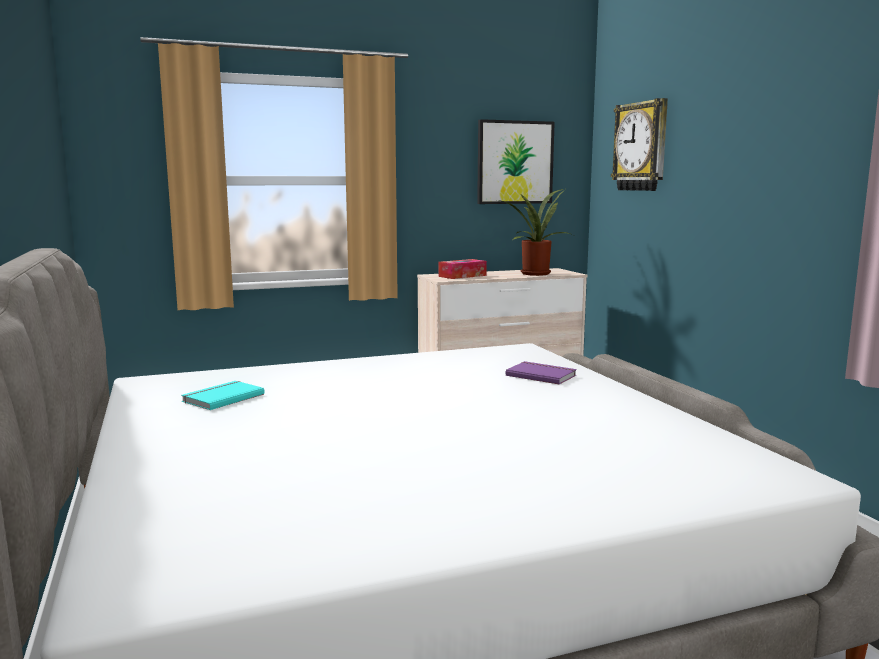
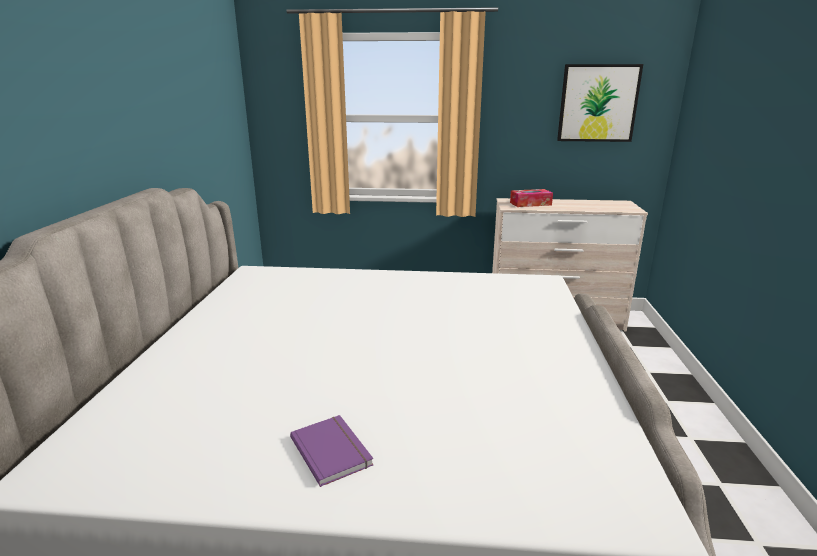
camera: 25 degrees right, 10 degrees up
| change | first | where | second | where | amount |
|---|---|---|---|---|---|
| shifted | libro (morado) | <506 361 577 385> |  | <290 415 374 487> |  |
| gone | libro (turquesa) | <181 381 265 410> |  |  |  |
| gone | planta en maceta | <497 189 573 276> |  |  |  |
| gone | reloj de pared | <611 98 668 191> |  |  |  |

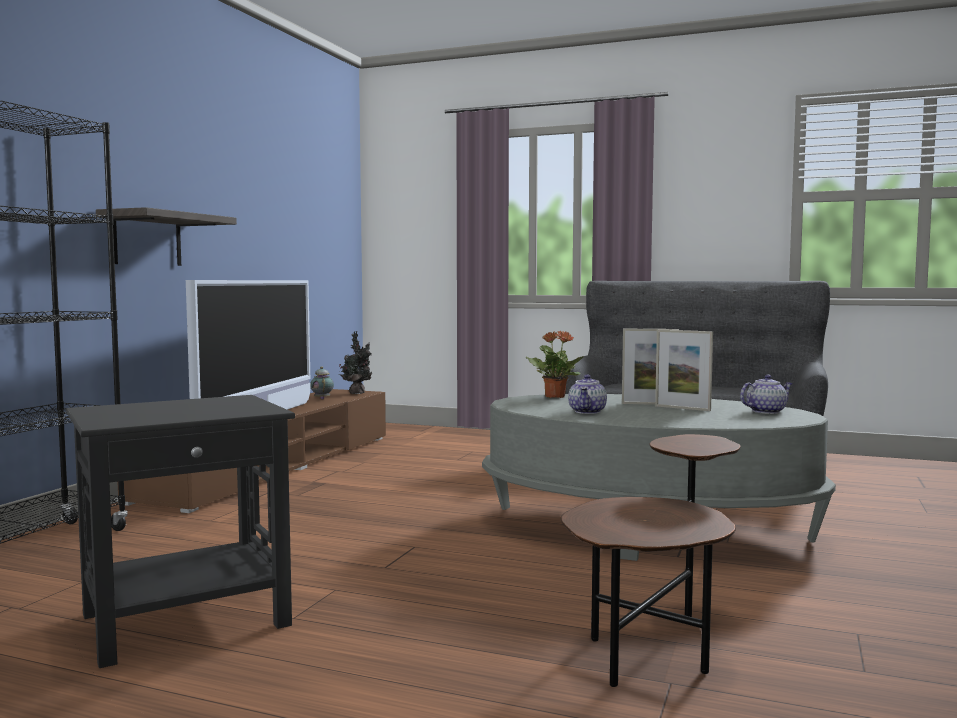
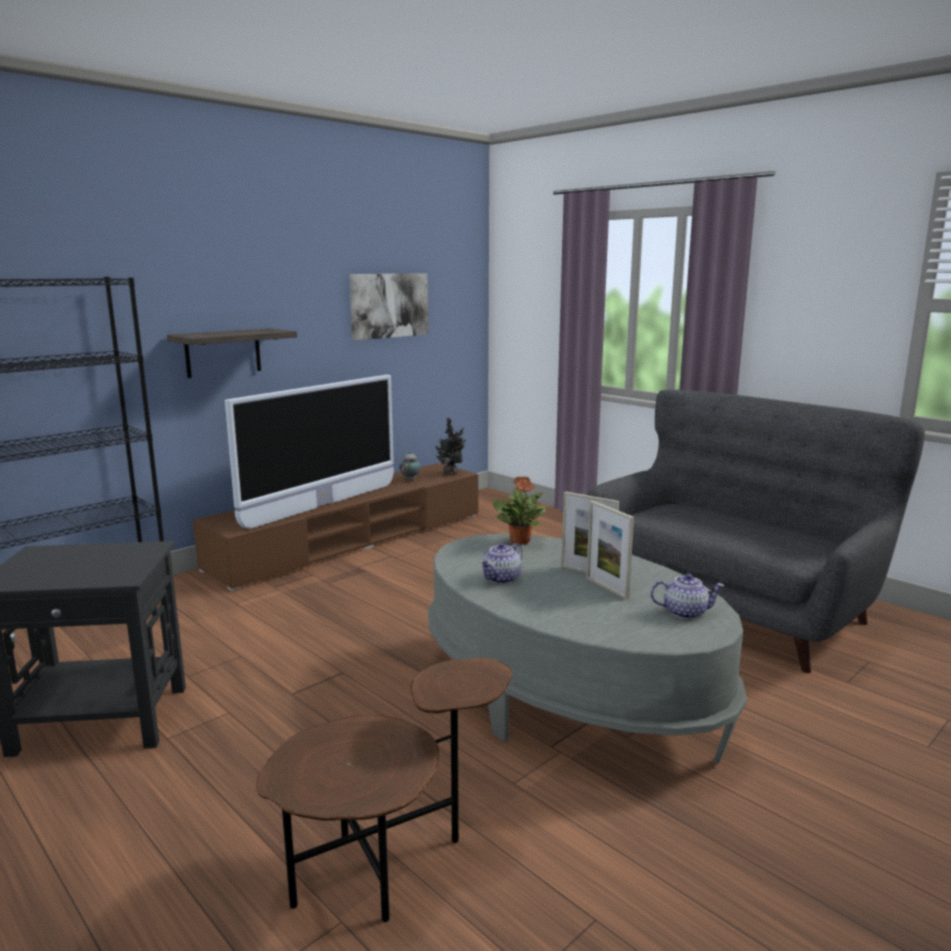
camera: 25 degrees right, 10 degrees up
| change | first | where | second | where | amount |
|---|---|---|---|---|---|
| new |  |  | cuadro | <349 273 428 340> |  |

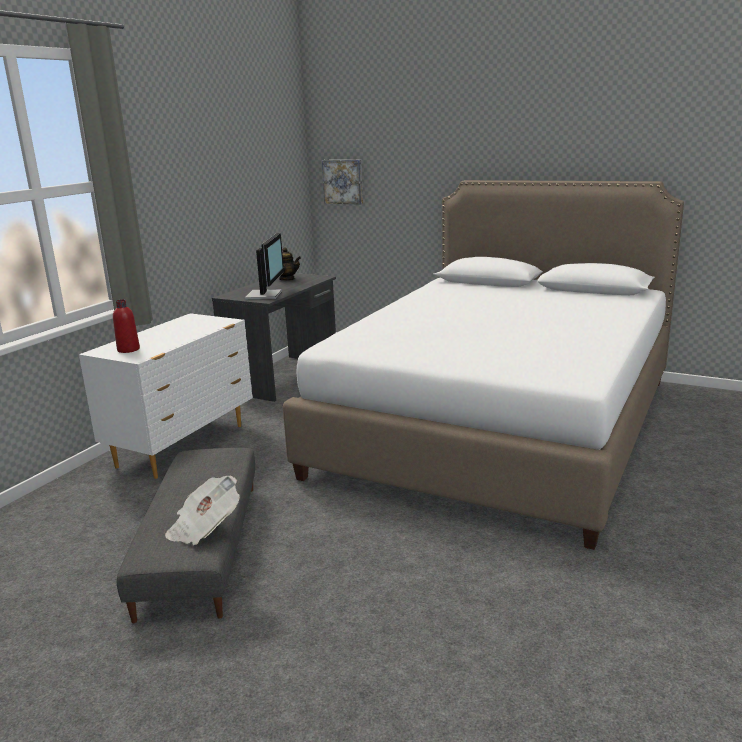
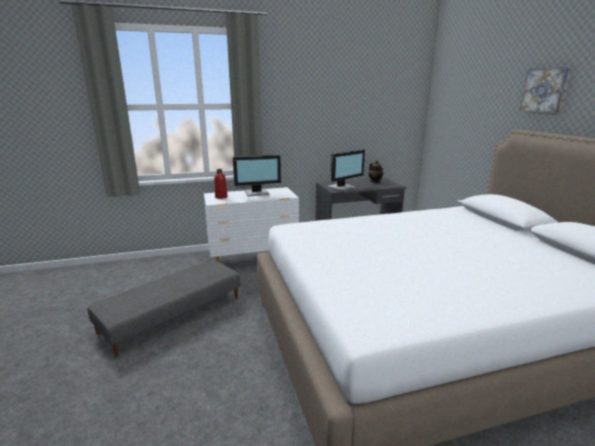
camera: 45 degrees right, 0 degrees up
| change | first | where | second | where | amount |
|---|---|---|---|---|---|
| new |  |  | monitor | <233 155 281 197> |  |
| shifted | cuadro | <322 160 363 205> |  | <520 66 572 115> |  |
| gone | periódico | <165 476 240 545> |  |  |  |

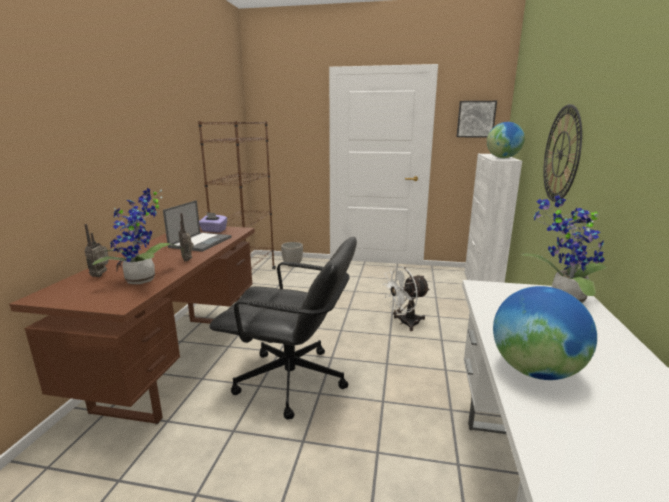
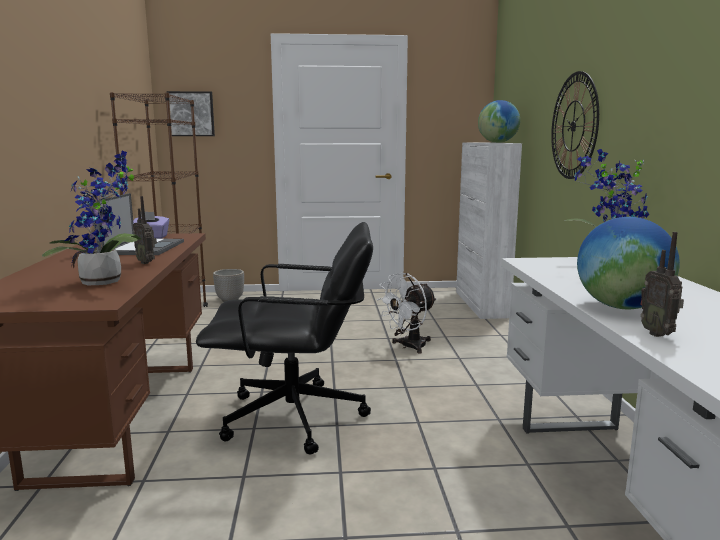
camera: 15 degrees left, 5 degrees down
| change | first | where | second | where | amount |
|---|---|---|---|---|---|
| shifted | cuadro | <457 101 497 138> |  | <167 91 215 136> |  |
| shifted | radio | <84 224 109 277> |  | <640 232 684 337> |  |

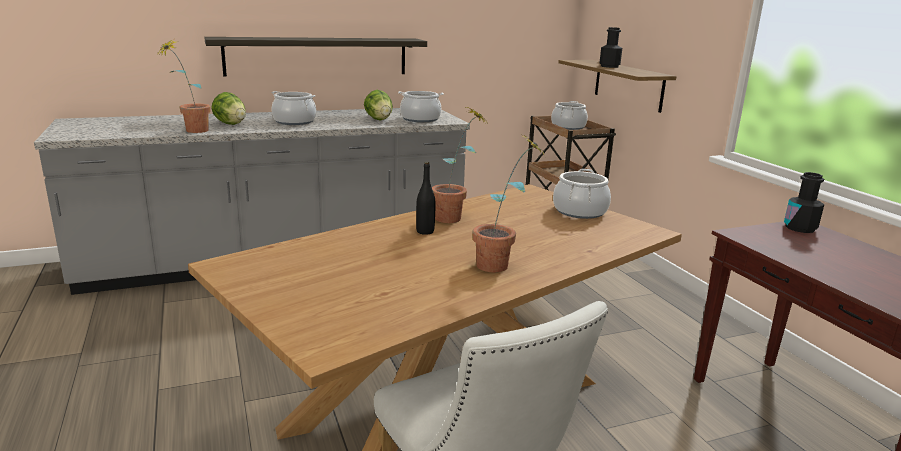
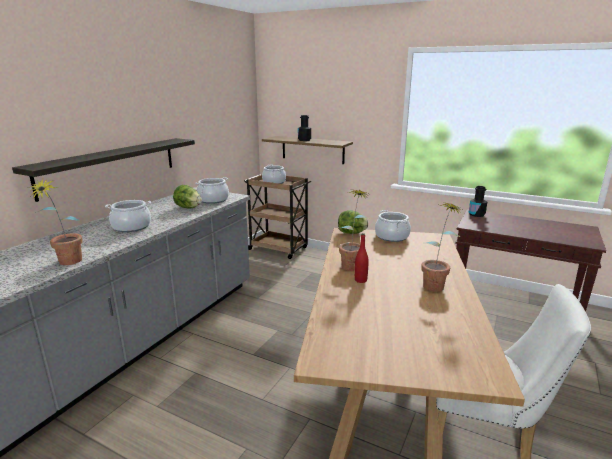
camera: 40 degrees left, 0 degrees up
| change | first | where | second | where | amount |
|---|---|---|---|---|---|
| shifted | lechuga | <211 92 246 125> |  | <338 210 368 234> |  |
| repainted | botella (negro) | <416 162 435 235> | botella (rojo) | <355 233 369 283> |  |

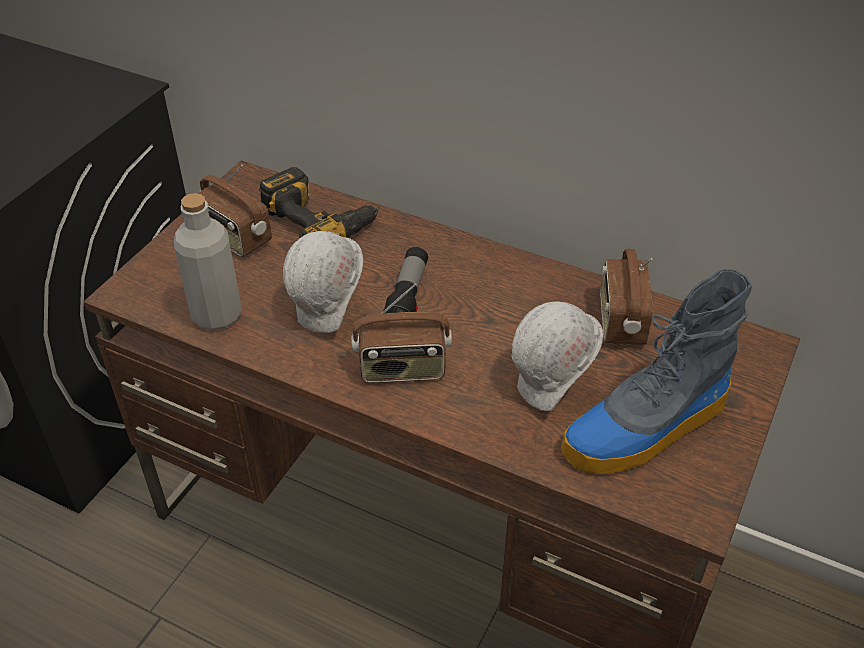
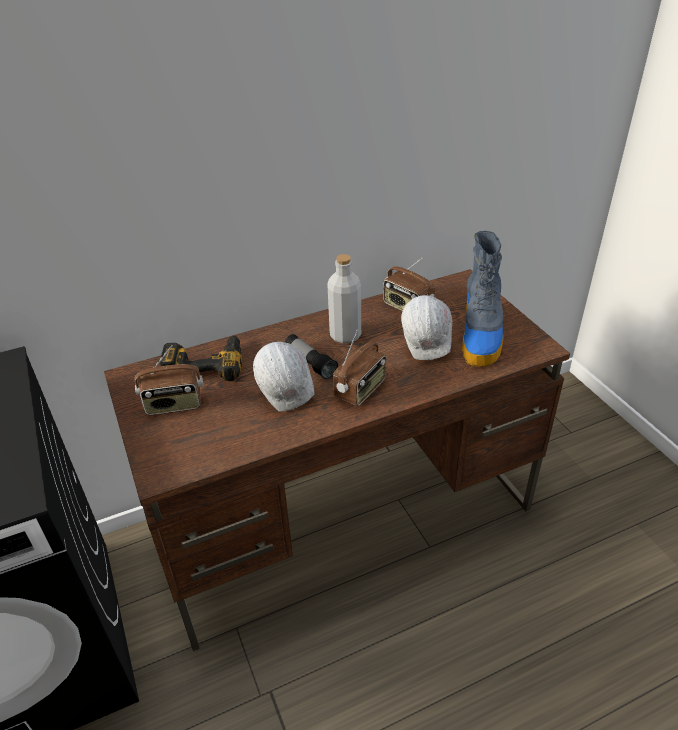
camera: 50 degrees left, 5 degrees down
| change | first | where | second | where | amount |
|---|---|---|---|---|---|
| shifted | botella (gris) | <174 193 242 330> |  | <327 254 361 344> |  |

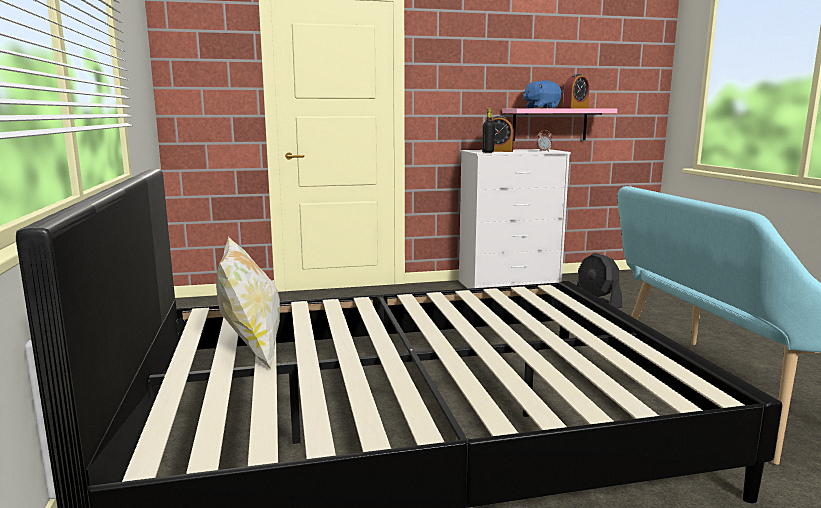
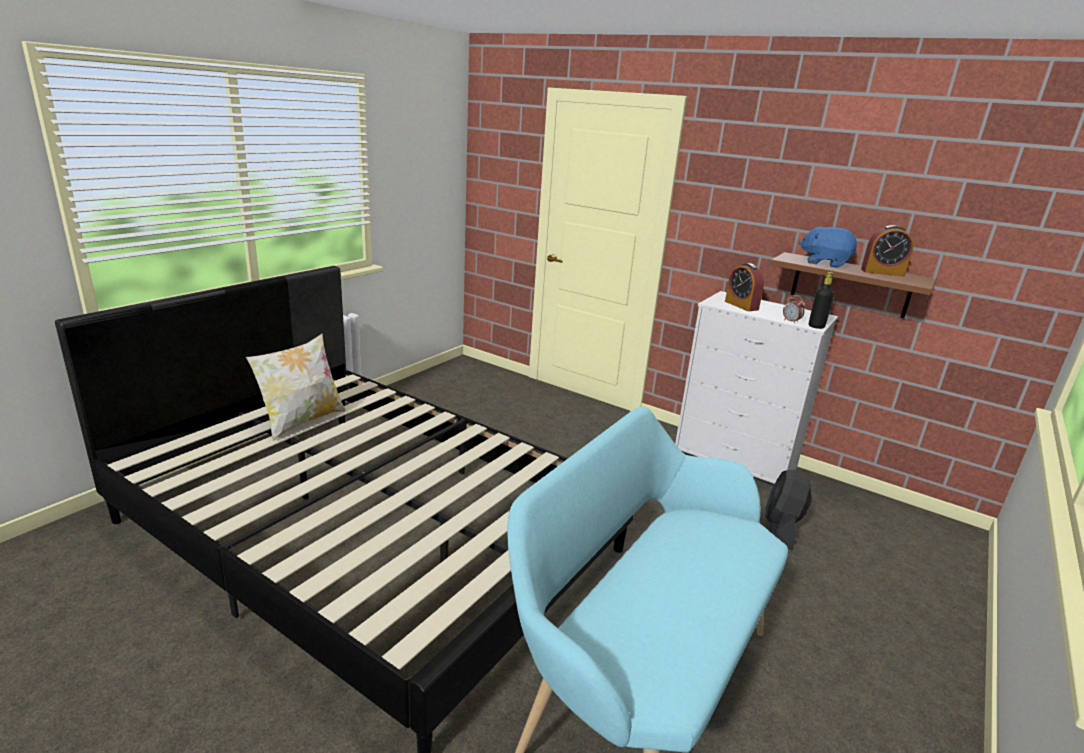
camera: 45 degrees right, 10 degrees up
| change | first | where | second | where | amount |
|---|---|---|---|---|---|
| repainted | estante (rosa) | <502 108 617 141> | estante (marrón) | <770 252 936 318> |  |
| shifted | botella (negro) | <482 108 495 153> |  | <809 272 834 329> |  |

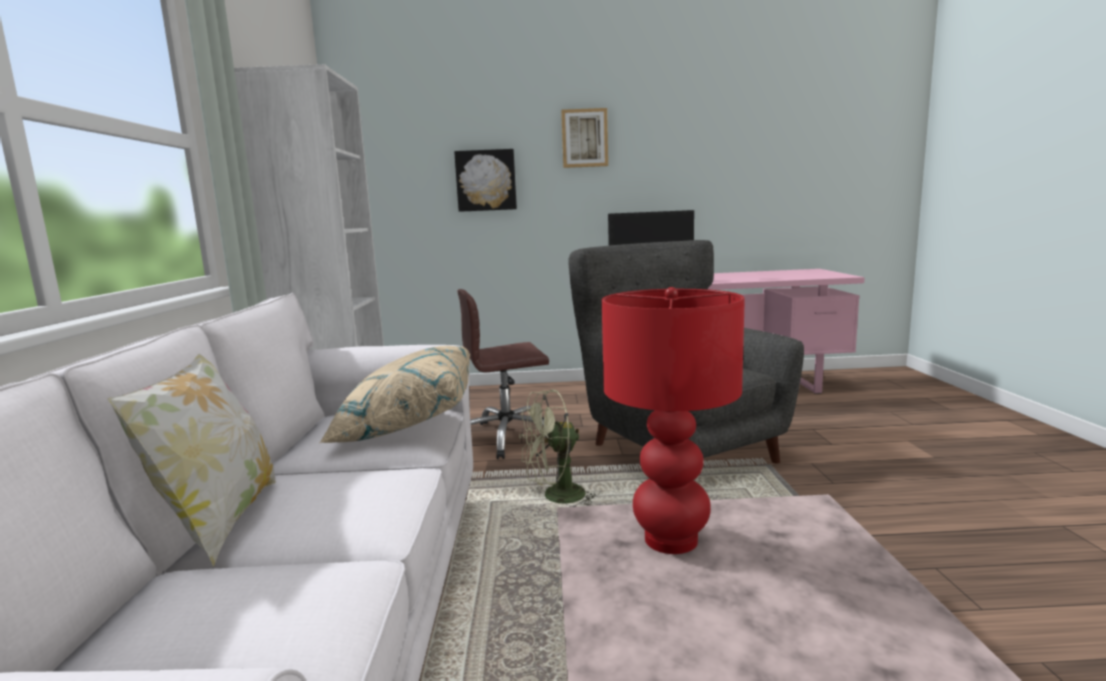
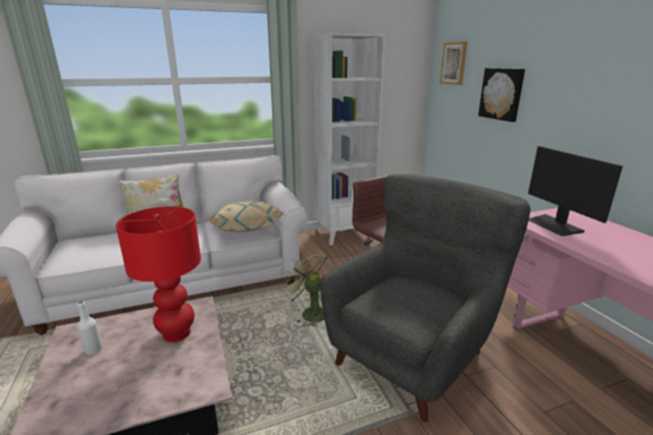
camera: 70 degrees right, 10 degrees up
| change | first | where | second | where | amount |
|---|---|---|---|---|---|
| new |  |  | botella (blanco) | <77 301 103 355> |  |
| shifted | cuadro | <561 108 608 168> |  | <440 42 467 85> |  |

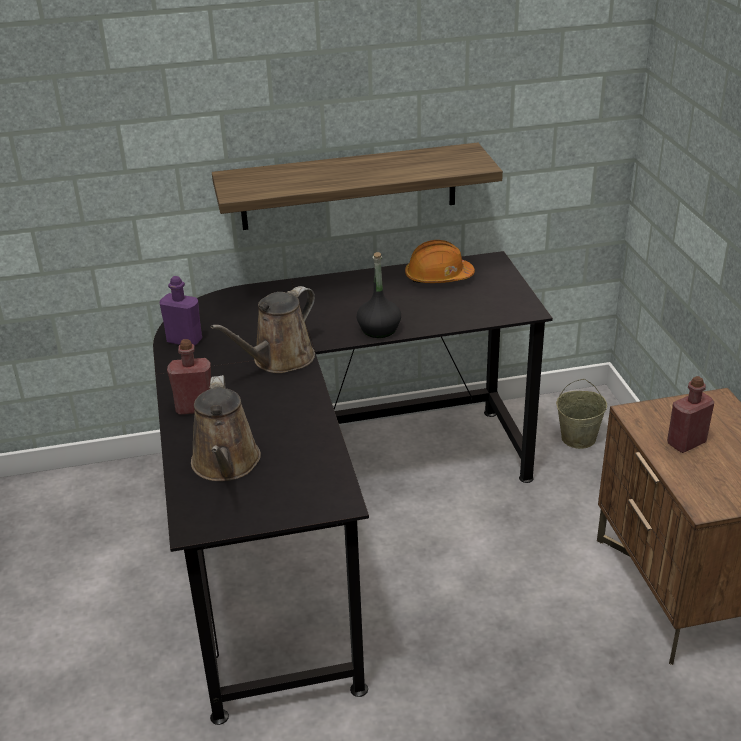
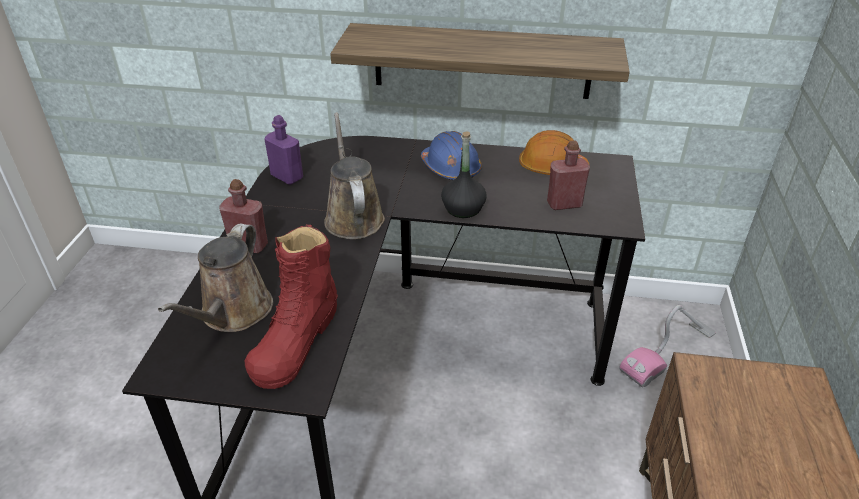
camera: 20 degrees right, 5 degrees up
| change | first | where | second | where | amount |
|---|---|---|---|---|---|
| new |  |  | bota (rojo) | <245 224 338 389> |  |
| rotated | regadera (marrón) | <211 286 315 373> |  | <324 112 385 239> | 105 degrees clockwise |
| new |  |  | casco (azul) | <421 131 482 180> |  |
| shifted | botella (rojo) | <667 376 714 453> |  | <547 140 590 210> |  |
| swapped | cubo (beis) | <556 379 607 449> | aspiradora | <619 305 716 387> |  |

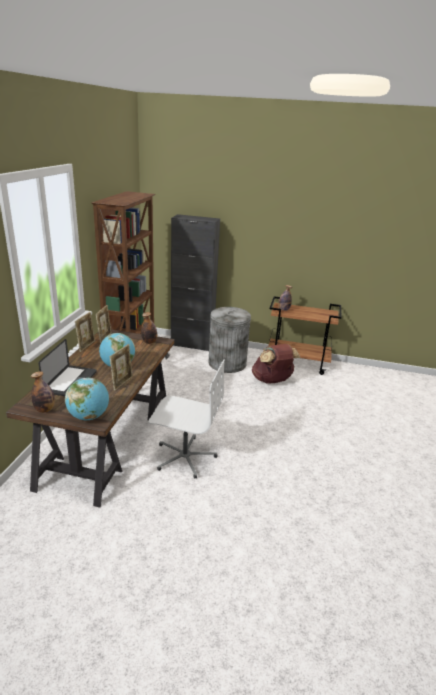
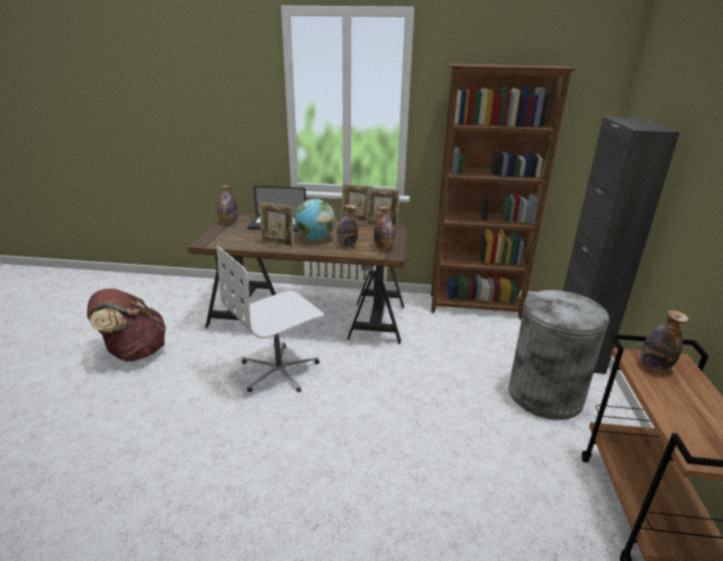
camera: 85 degrees right, 0 degrees up
| change | first | where | second | where | amount |
|---|---|---|---|---|---|
| shifted | mochila (marrón) | <252 344 301 384> |  | <87 288 166 362> |  |
| rotated | silla de oficina (blanco) | <149 360 224 479> |  | <217 246 324 392> | 45 degrees clockwise |
| new |  |  | botella | <337 204 358 247> |  |
| gone | globo terráqueo | <65 378 109 420> |  |  |  |

